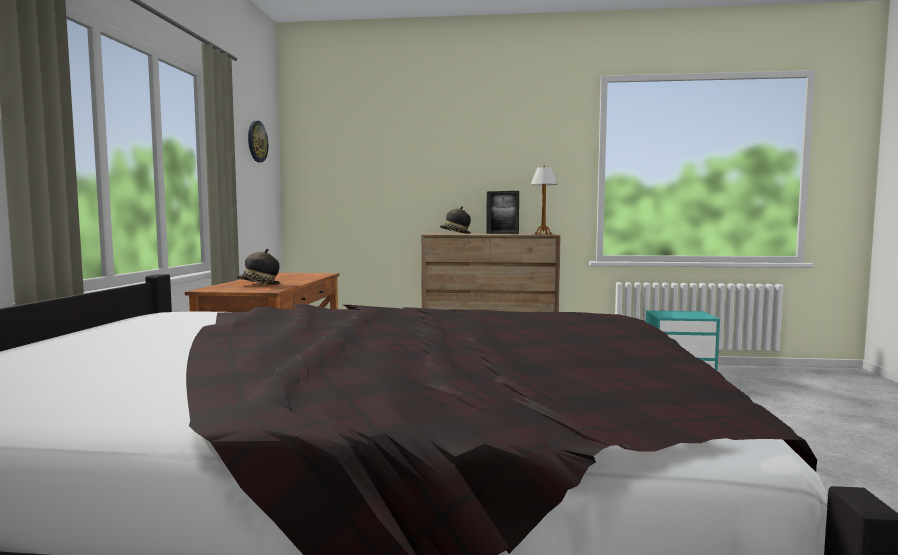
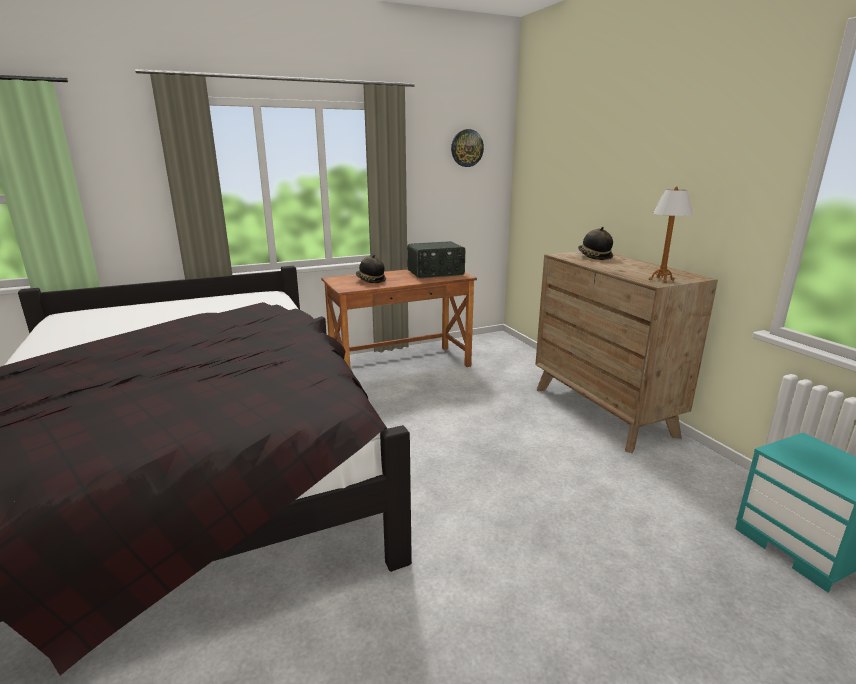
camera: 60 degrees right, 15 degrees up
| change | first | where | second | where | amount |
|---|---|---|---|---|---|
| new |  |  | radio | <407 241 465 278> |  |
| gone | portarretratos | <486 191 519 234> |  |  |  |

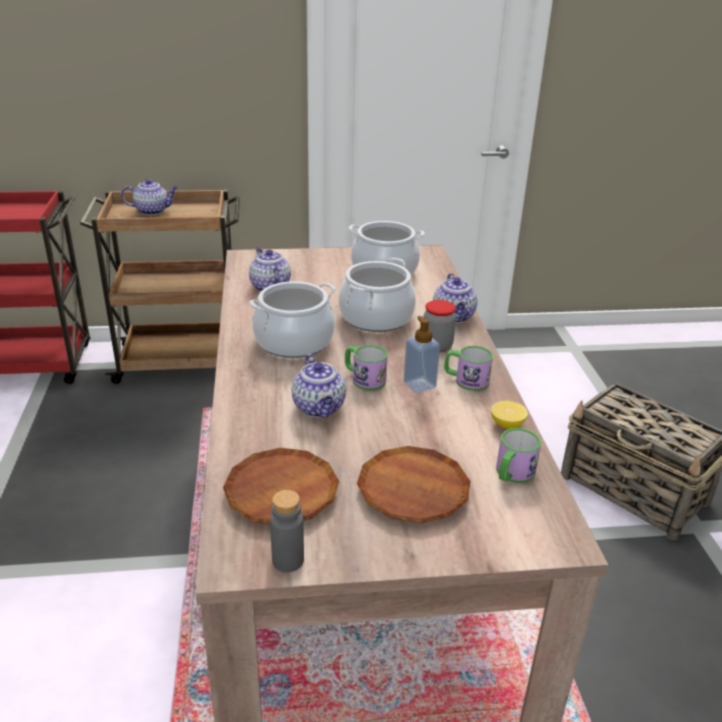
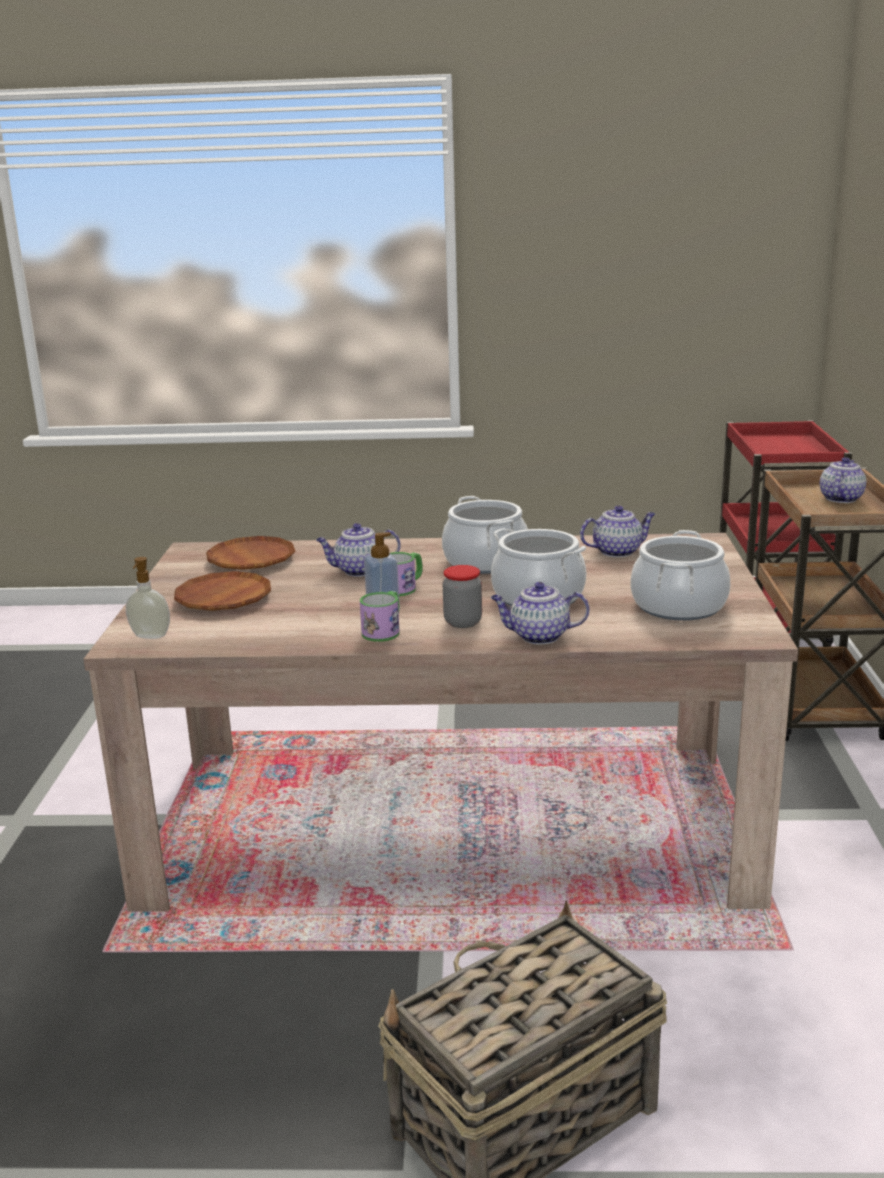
camera: 100 degrees right, 10 degrees down
| change | first | where | second | where | amount |
|---|---|---|---|---|---|
| new |  |  | dispensador de jabón | <126 557 170 639> |  |
| rotated | tetera | <121 179 178 215> |  | <820 457 866 503> | 150 degrees counterclockwise |
| gone | botella (gris) | <270 490 304 572> |  |  |  |
| gone | limón | <491 401 528 429> |  |  |  |
| gone | taza grande | <496 428 541 483> |  |  |  |

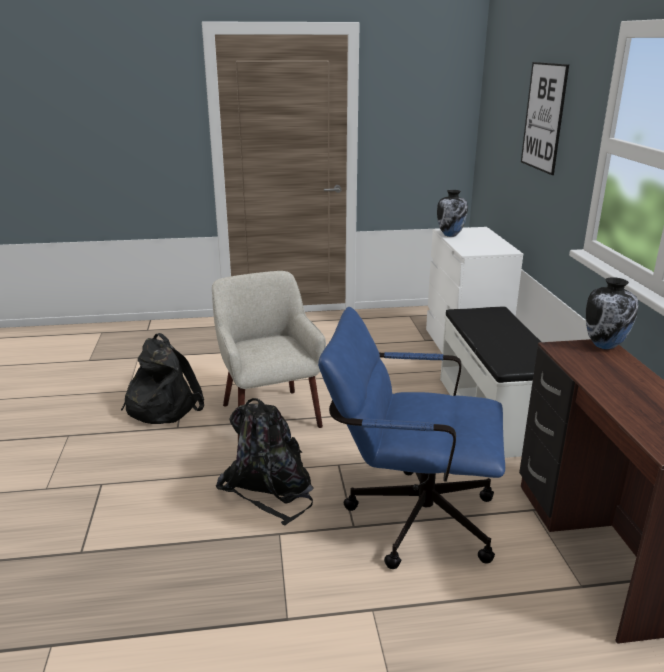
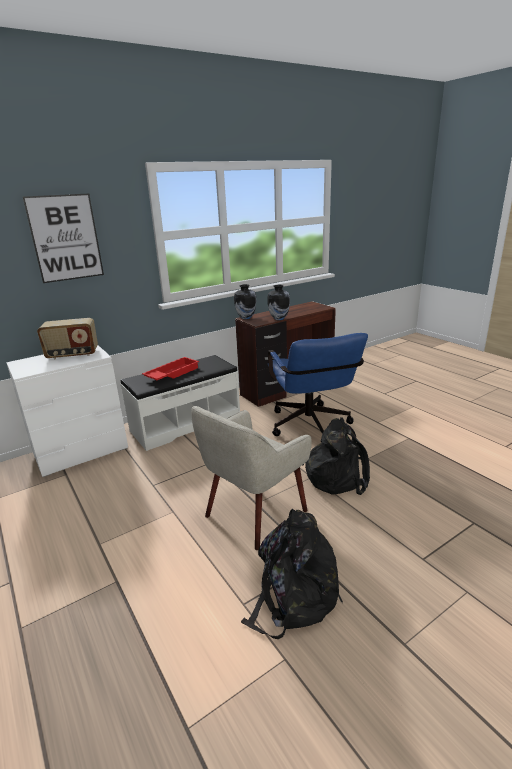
camera: 115 degrees left, 0 degrees up
| change | first | where | second | where | amount |
|---|---|---|---|---|---|
| new |  |  | radio | <37 318 98 359> |  |
| new |  |  | bandeja (rojo) | <142 357 199 380> |  |
| shifted | florero | <437 190 468 237> |  | <268 285 290 320> |  |

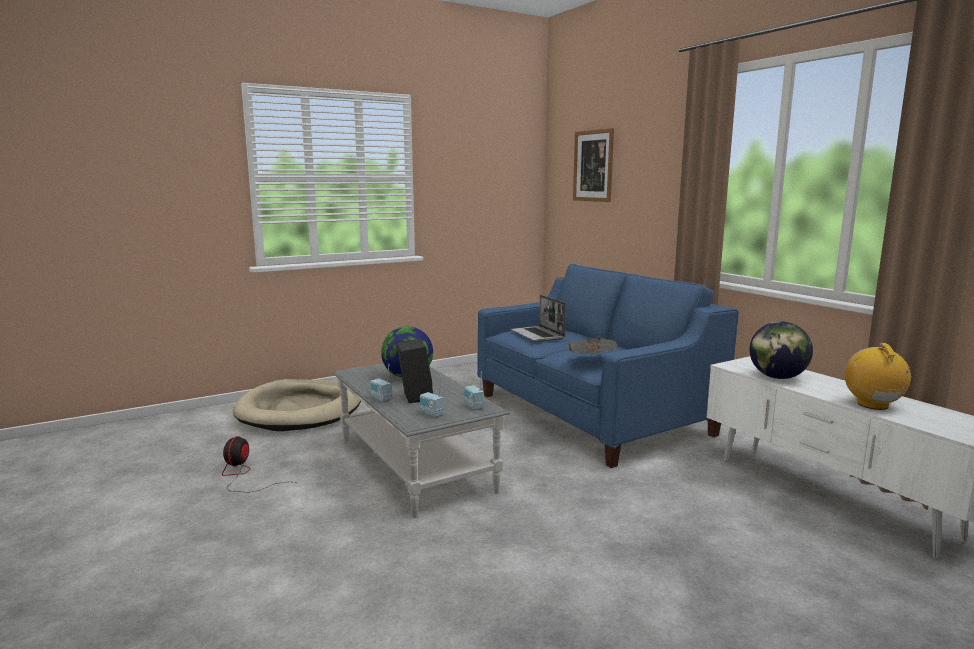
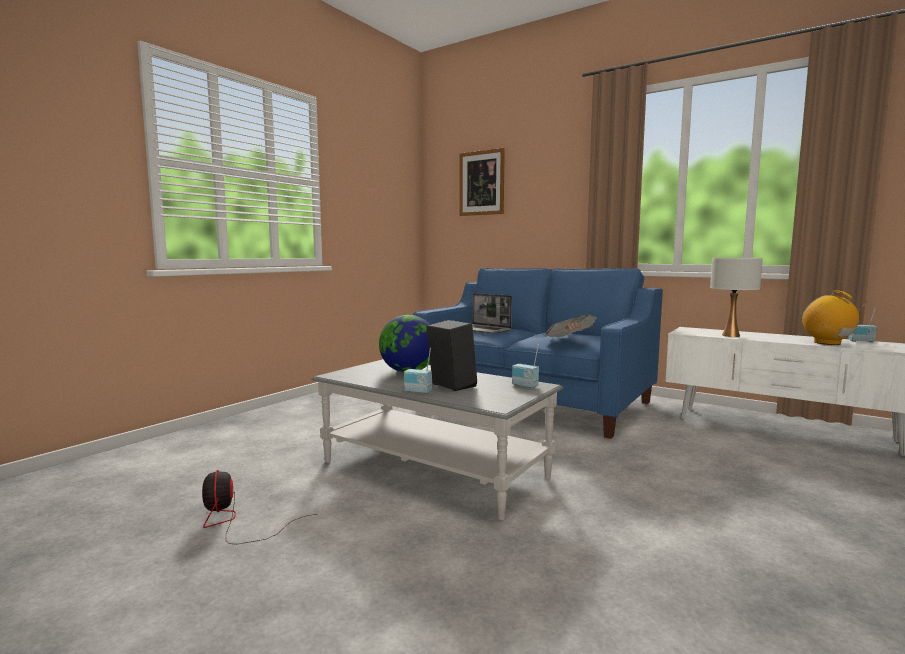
camera: 25 degrees left, 5 degrees down
| change | first | where | second | where | amount |
|---|---|---|---|---|---|
| swapped | globo terráqueo | <749 321 813 379> | lámpara de mesa (blanco) | <710 258 763 337> |  |
| shifted | radio | <420 377 444 417> |  | <848 307 877 342> |  |
| gone | cama para perro (beis) | <233 379 361 431> |  |  |  |

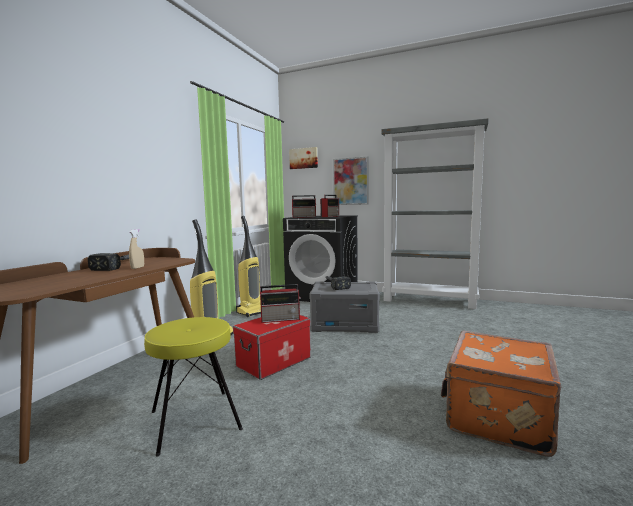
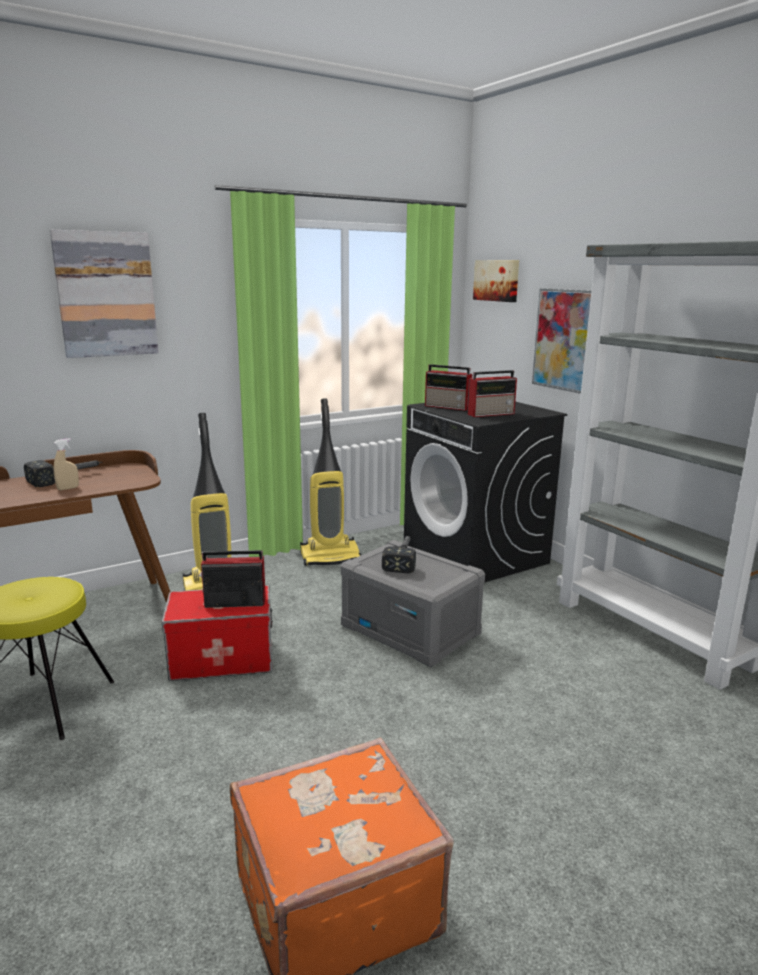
camera: 35 degrees right, 10 degrees up
| change | first | where | second | where | amount |
|---|---|---|---|---|---|
| new |  |  | cuadro | <50 230 159 358> |  |
| rotated | radio | <260 284 301 323> |  | <199 550 266 608> | 150 degrees clockwise |

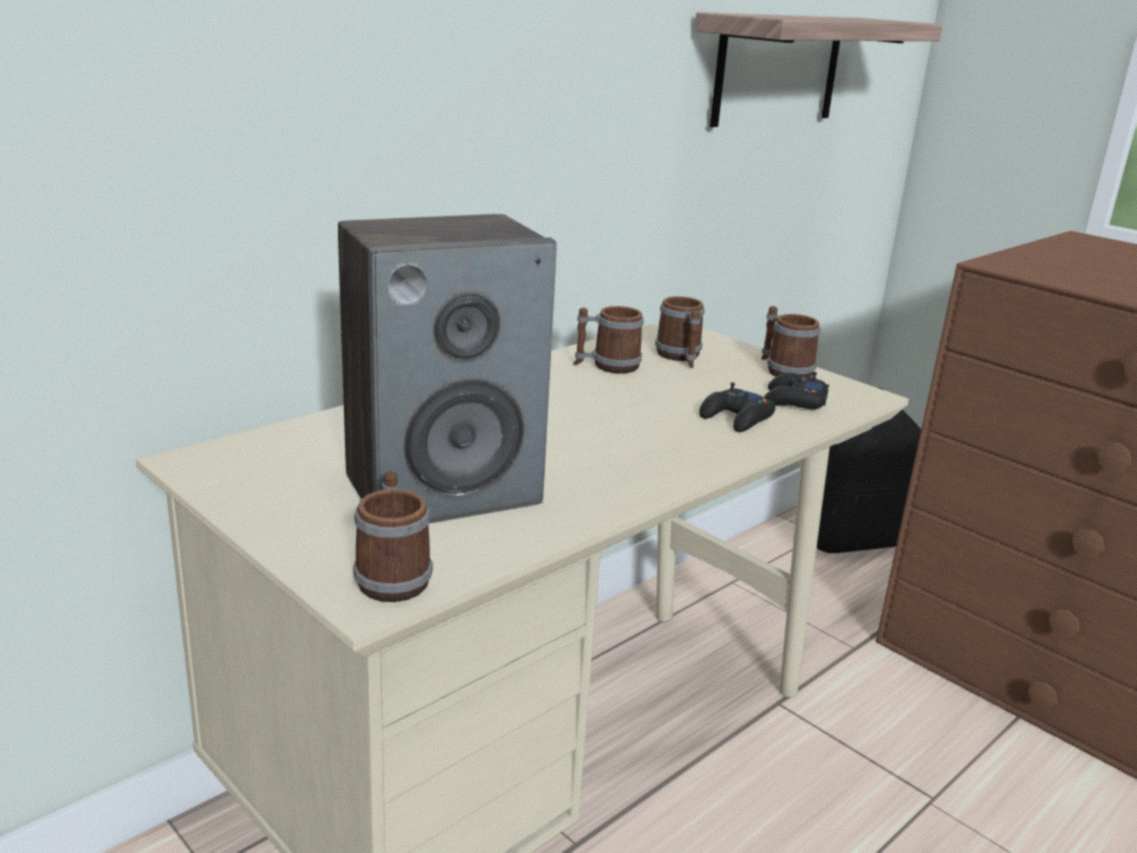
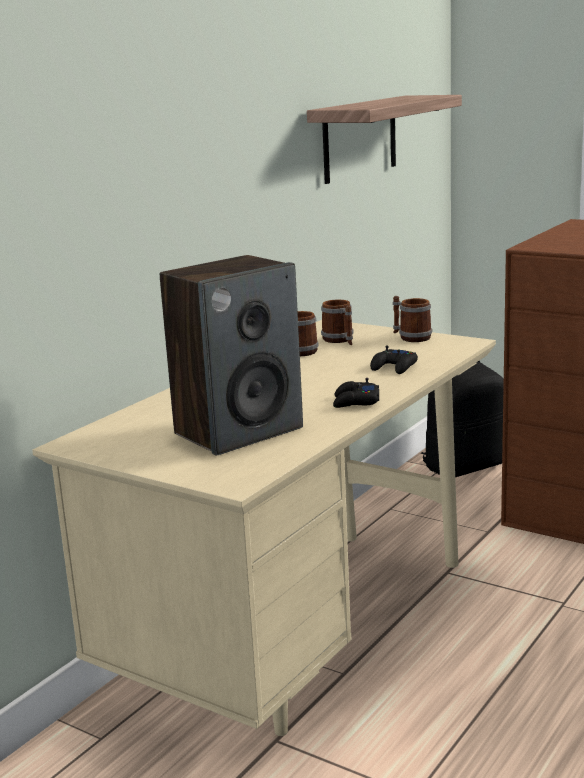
camera: 10 degrees left, 5 degrees down
| change | first | where | second | where | amount |
|---|---|---|---|---|---|
| shifted | mando de consola (negro) | <764 372 829 409> |  | <333 378 379 408> |  |
| gone | taza grande | <353 471 433 602> |  |  |  |

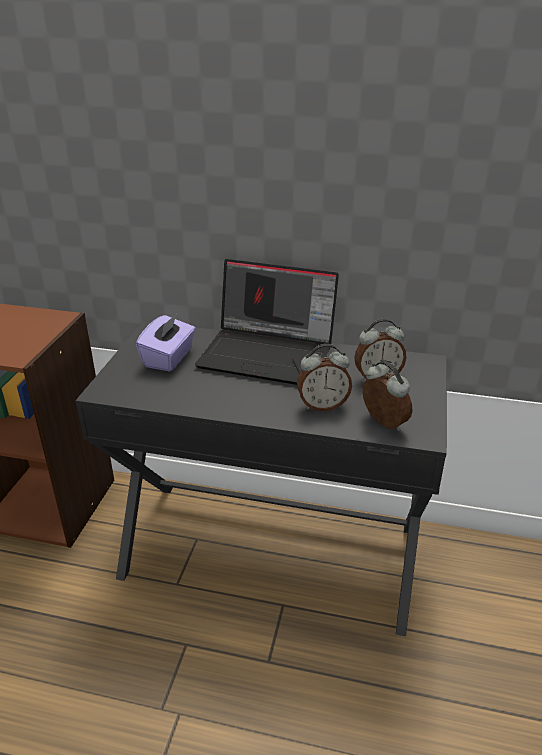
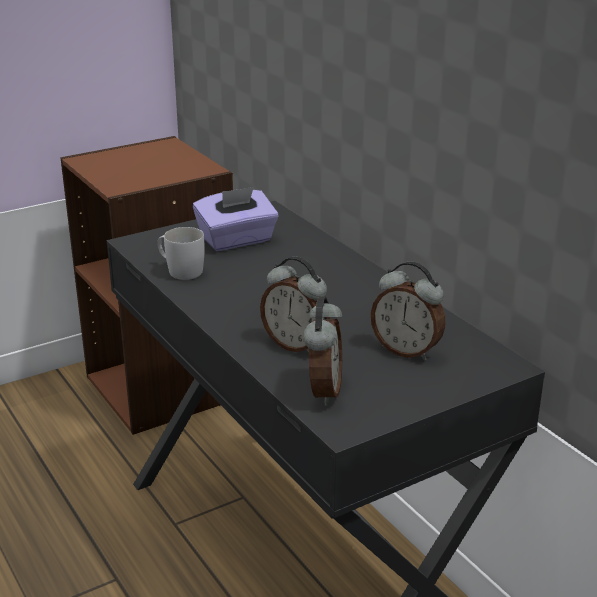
camera: 45 degrees right, 5 degrees down
| change | first | where | second | where | amount |
|---|---|---|---|---|---|
| new |  |  | taza grande (blanco) | <157 227 205 280> |  |
| gone | portátil | <195 259 339 385> |  |  |  |

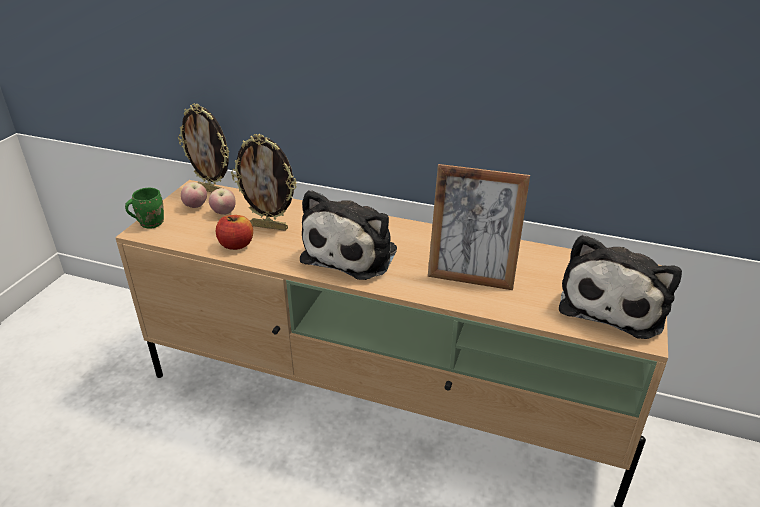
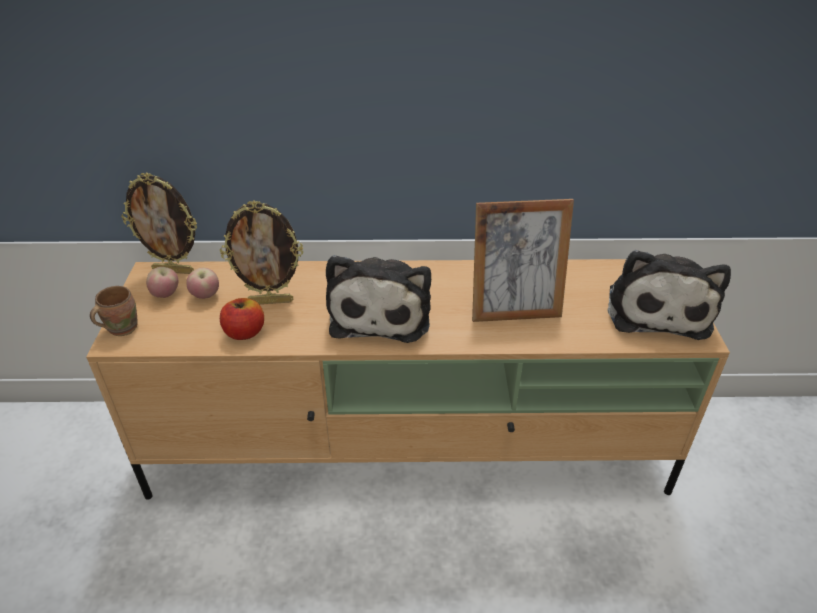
camera: 20 degrees left, 5 degrees up
| change | first | where | second | where | amount |
|---|---|---|---|---|---|
| repainted | taza grande (verde) | <125 188 164 229> | taza grande (marrón) | <90 286 138 336> |  |

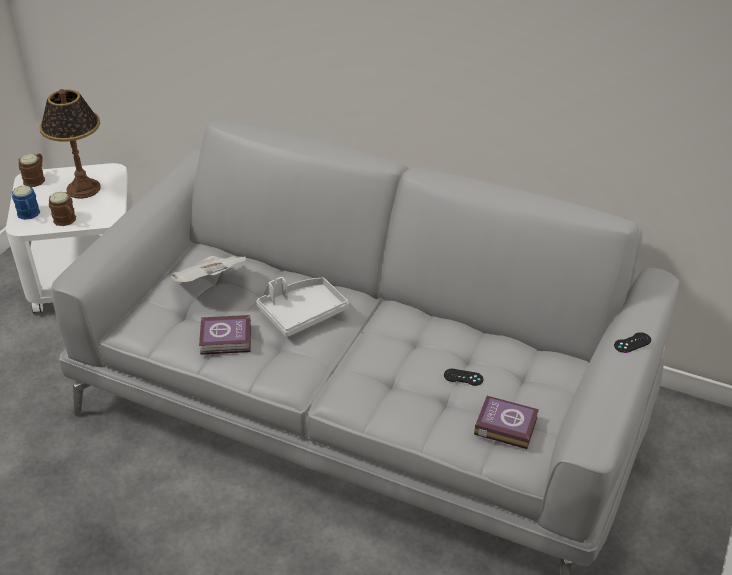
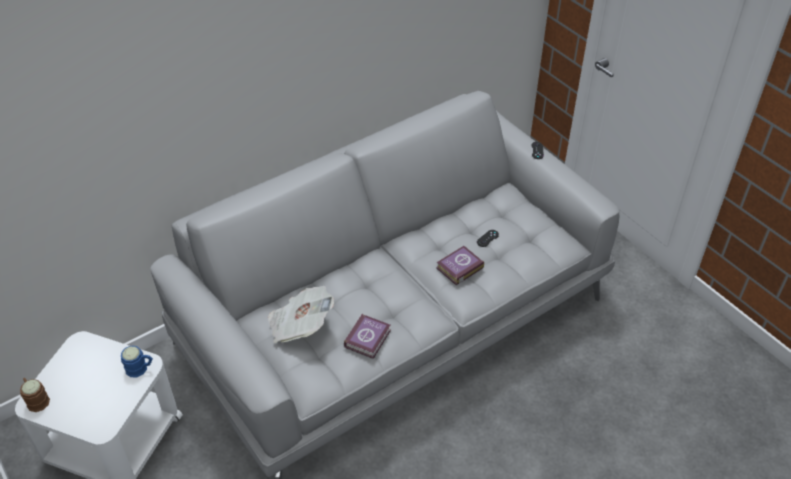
camera: 60 degrees left, 5 degrees up
| change | first | where | second | where | amount |
|---|---|---|---|---|---|
| shifted | taza grande (azul) | <12 186 40 220> |  | <121 346 153 377> |  |
| shifted | libro | <474 396 539 449> |  | <436 246 484 285> |  |
| gone | lámpara de mesa | <39 89 101 199> |  |  |  |
| gone | taza grande (marrón) | <49 192 76 226> |  |  |  |
| gone | bandeja (gris) | <256 277 349 337> |  |  |  |

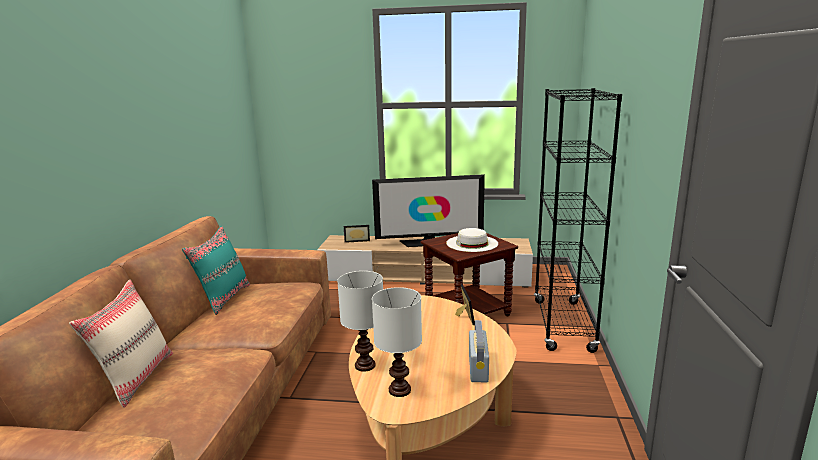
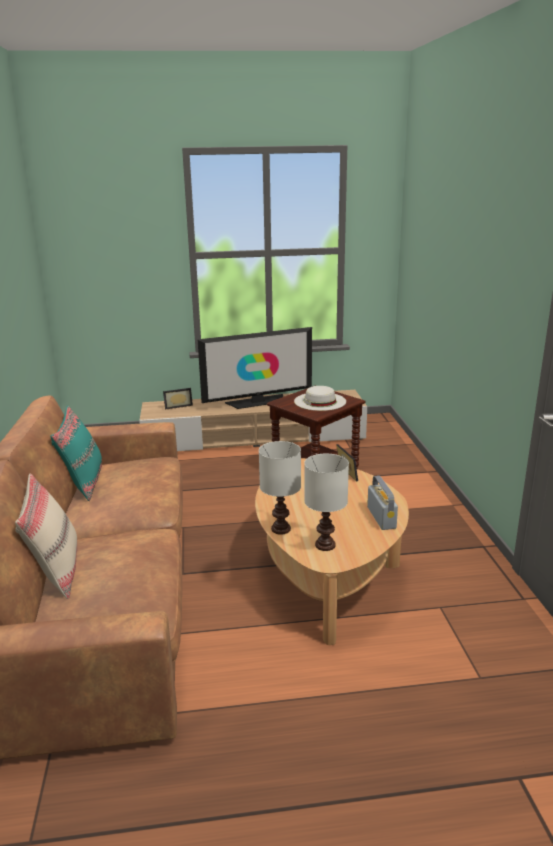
camera: 15 degrees left, 5 degrees up
| change | first | where | second | where | amount |
|---|---|---|---|---|---|
| gone | estantería (negro) | <534 88 622 353> |  |  |  |

